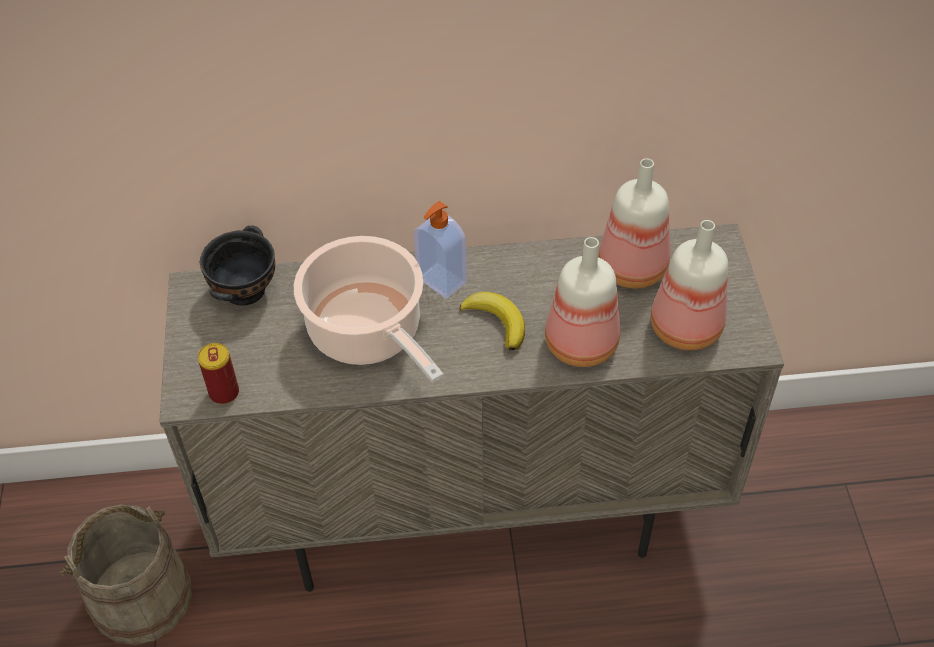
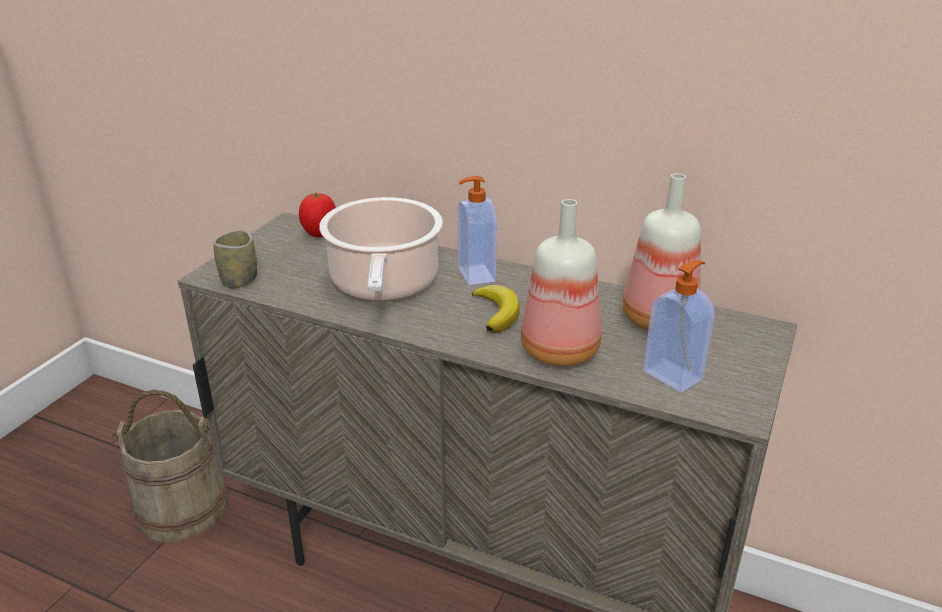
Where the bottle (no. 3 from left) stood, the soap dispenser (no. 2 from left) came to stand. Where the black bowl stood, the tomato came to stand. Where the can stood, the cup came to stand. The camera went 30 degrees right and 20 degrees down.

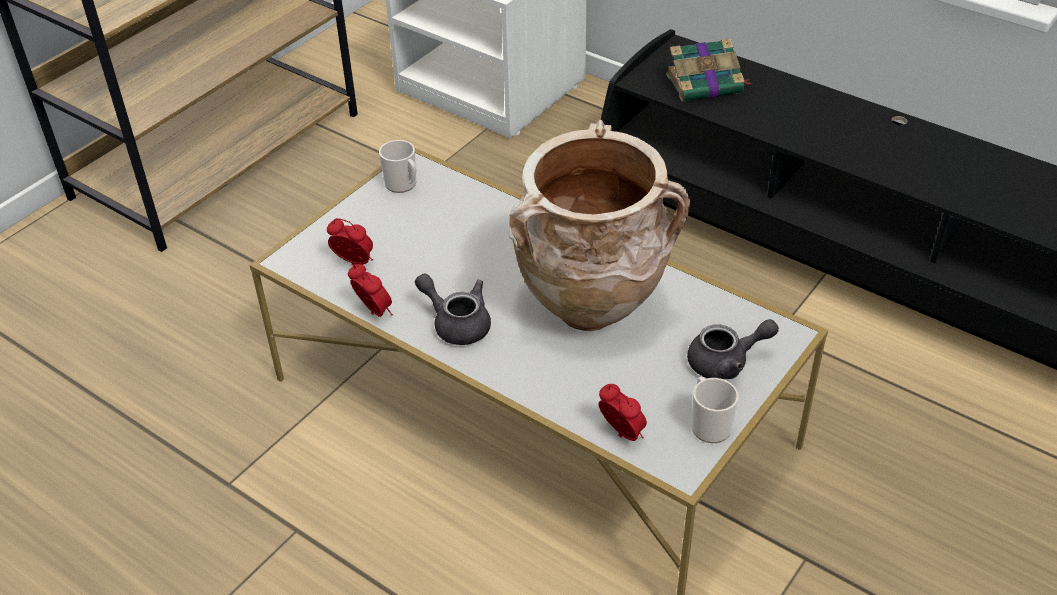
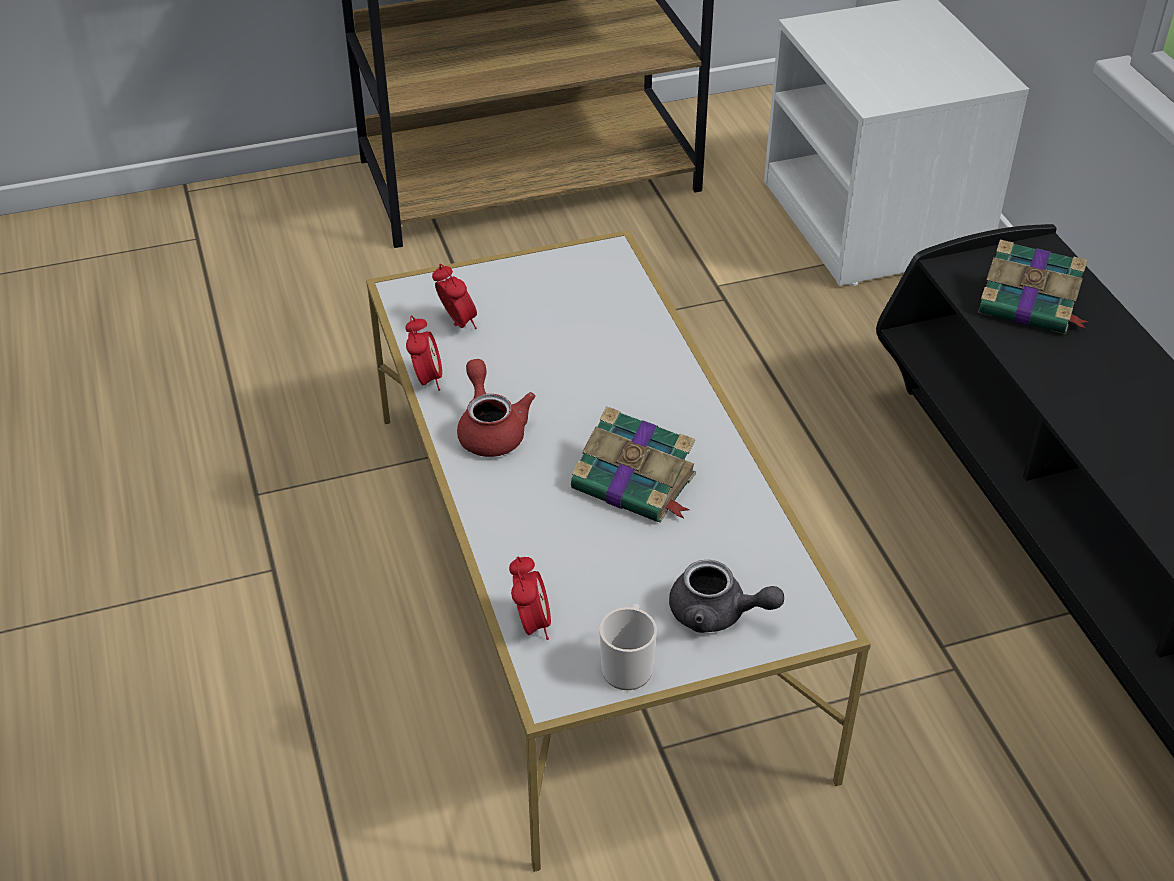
Where the beige vase stood, the book (no. 1 from left) came to stand. The second view lost the mug (no. 1 from left). What was the grey teapot (no. 1 from left) turned into the red teapot. The camera went 35 degrees right and 0 degrees up.

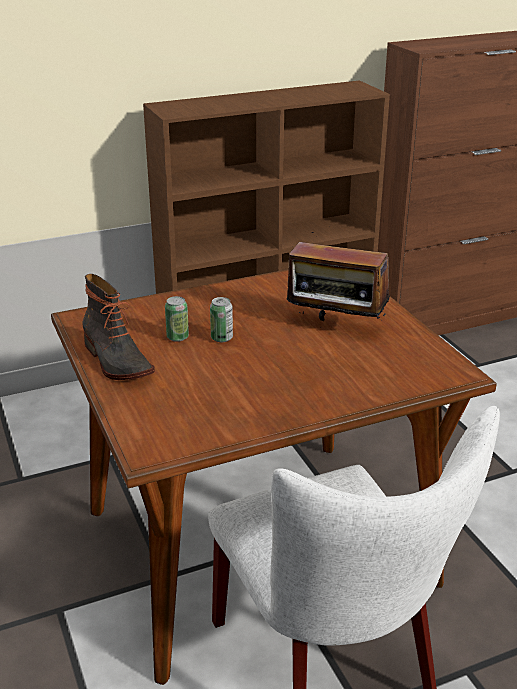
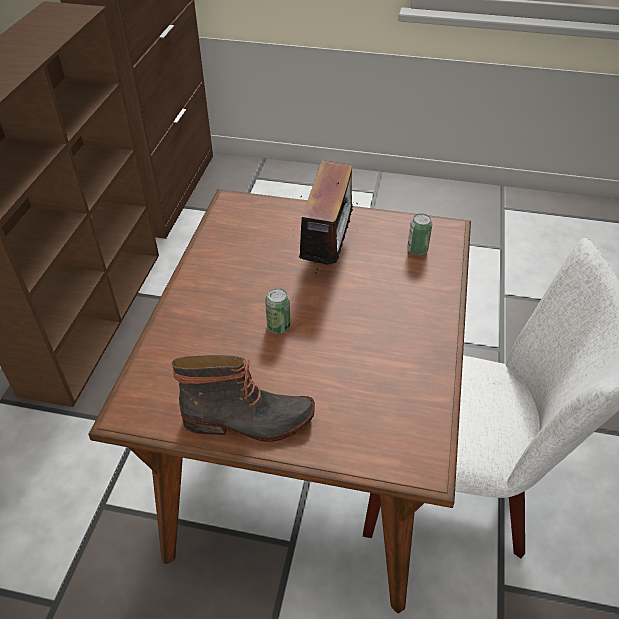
The radio ended up facing another way, 45 degrees counterclockwise from before. The can (no. 1 from left in the first image) ended up elsewhere. The camera went 55 degrees left and 15 degrees up.

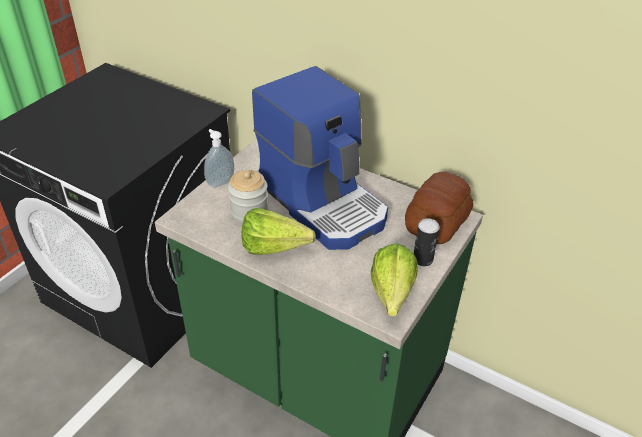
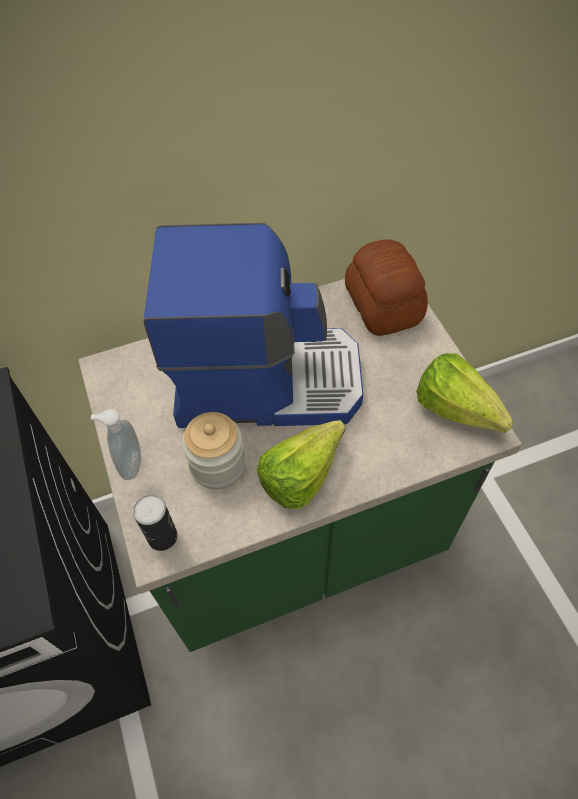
The can ended up elsewhere. The camera went 50 degrees left and 15 degrees up.

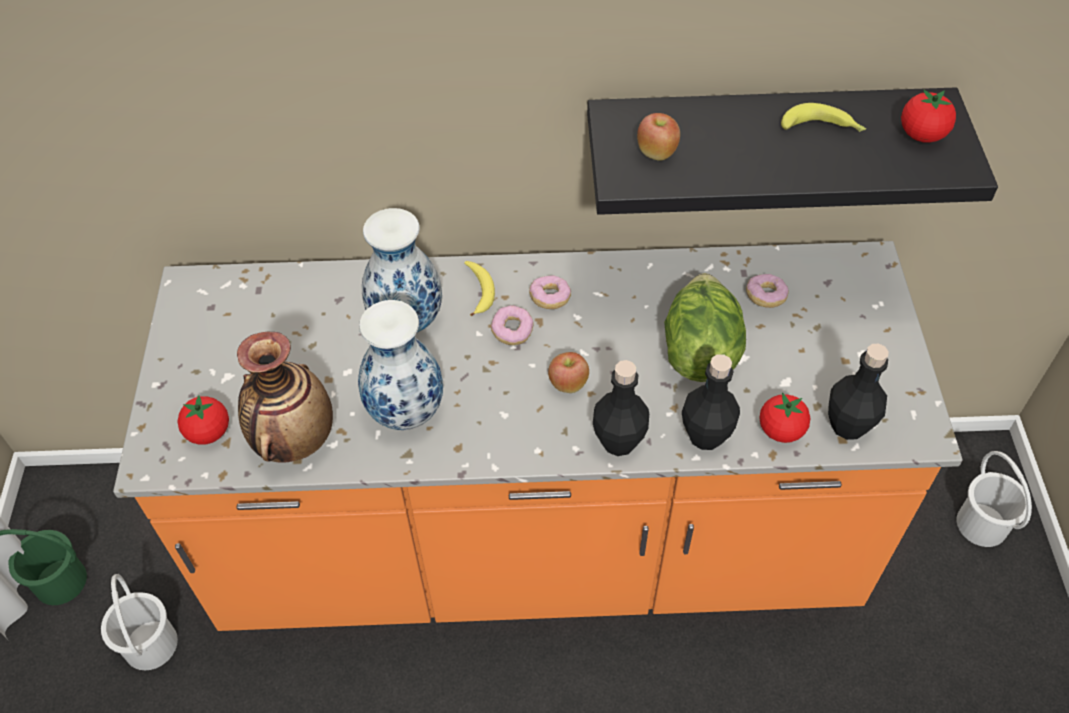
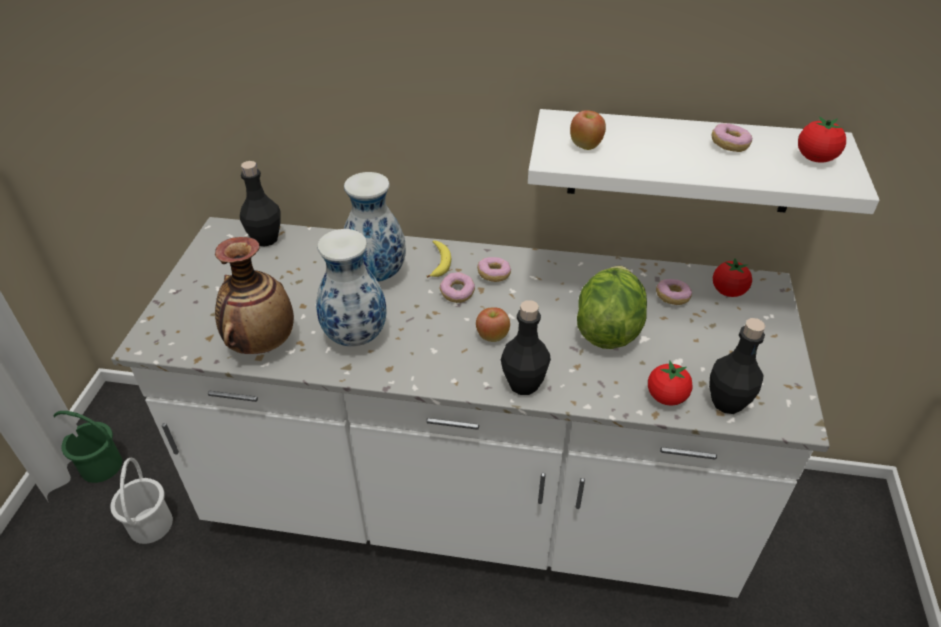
What was the black shelf turned into the white shelf. Where the banana (no. 2 from left) stood, the donut (no. 4 from left) came to stand. What was the orange counter turned into the white counter. The black bottle (no. 2 from left in the first image) ended up elsewhere. The tomato (no. 1 from left in the first image) ended up elsewhere. The second view lost the white bucket (no. 2 from left). The camera went 10 degrees right and 10 degrees down.

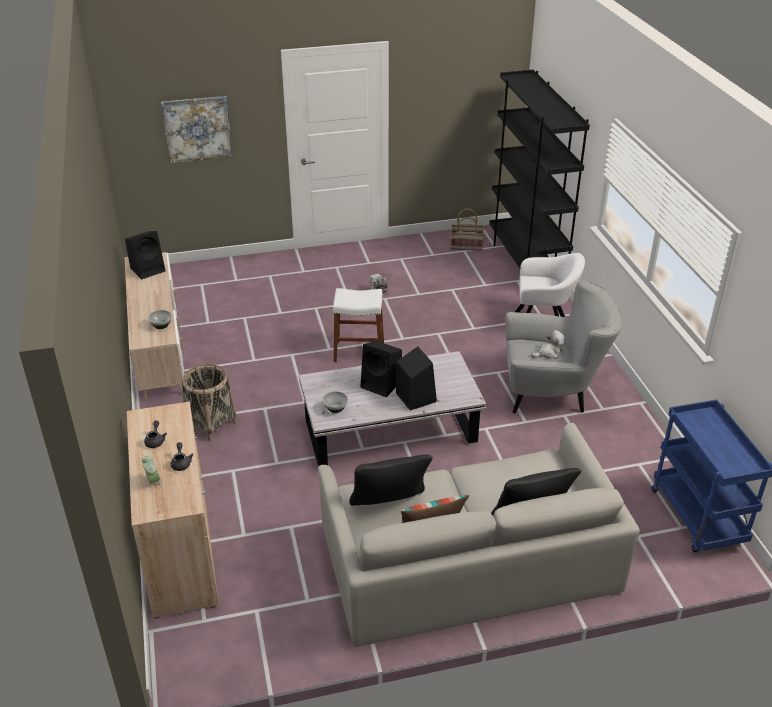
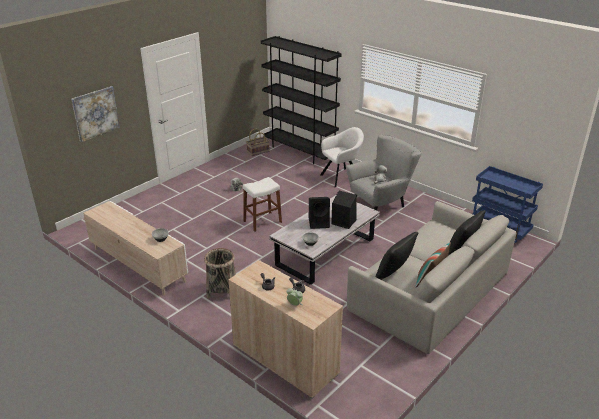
The second view lost the black speaker (no. 1 from left). The camera went 35 degrees left and 5 degrees down.

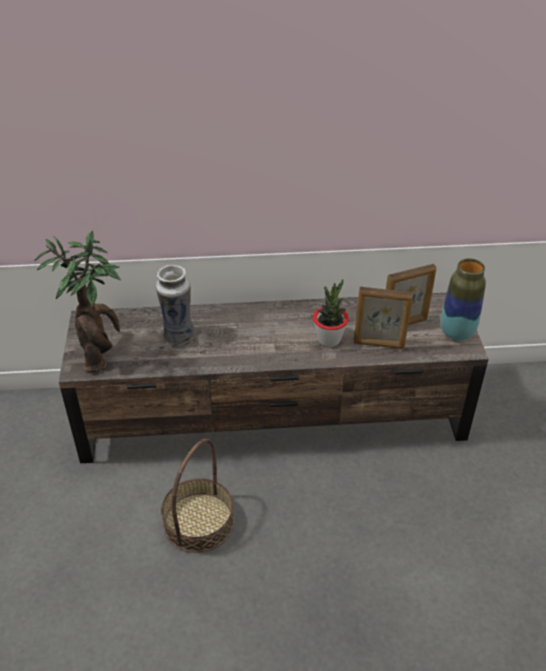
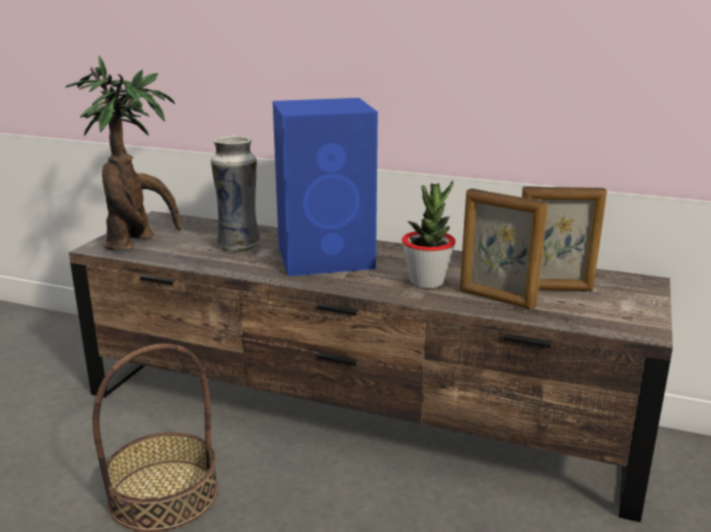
The second view lost the vase (no. 2 from left). The second view gained the blue speaker. The camera went 25 degrees right and 20 degrees down.

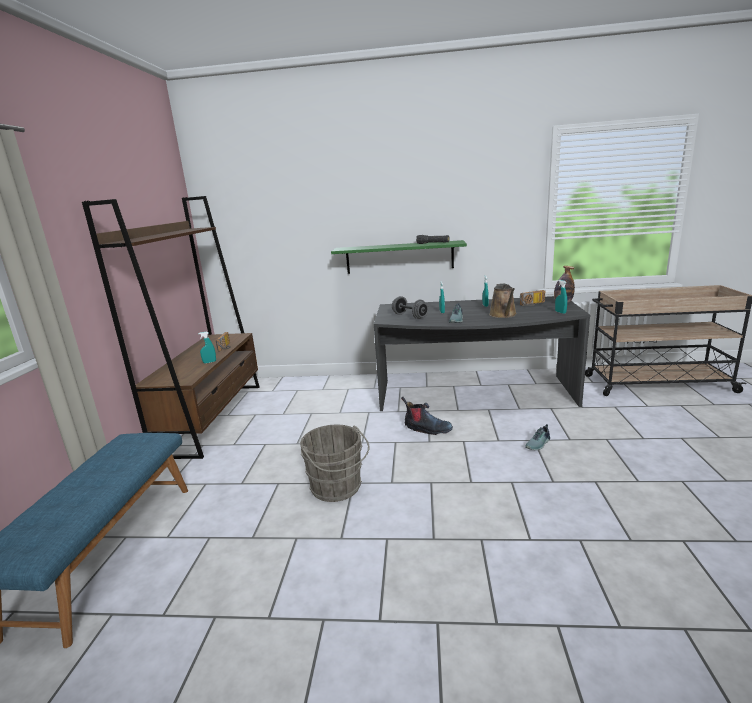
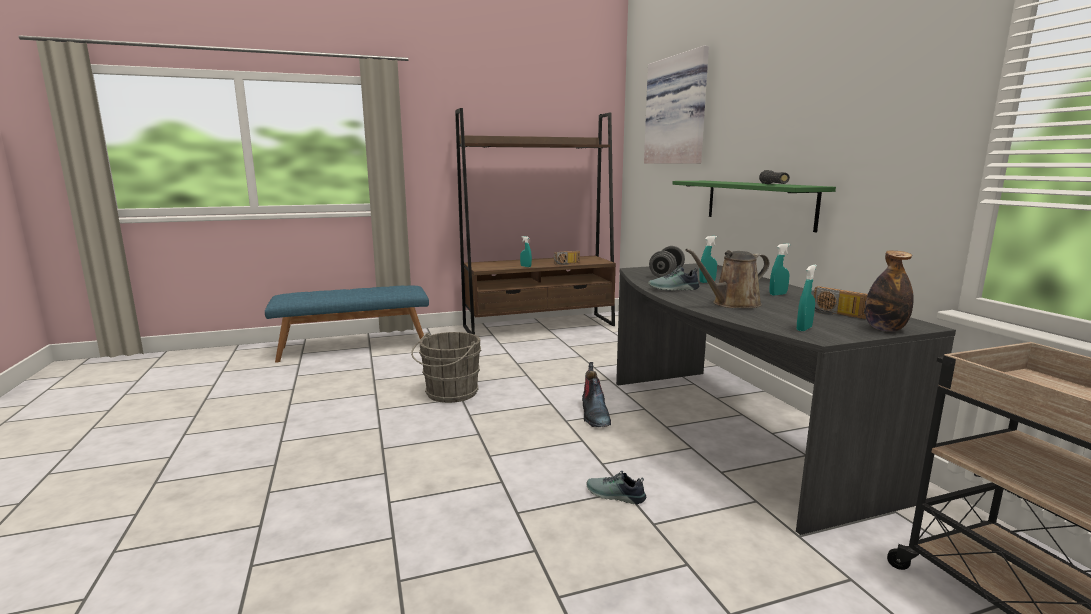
The second view gained the picture. The camera went 65 degrees right and 5 degrees down.

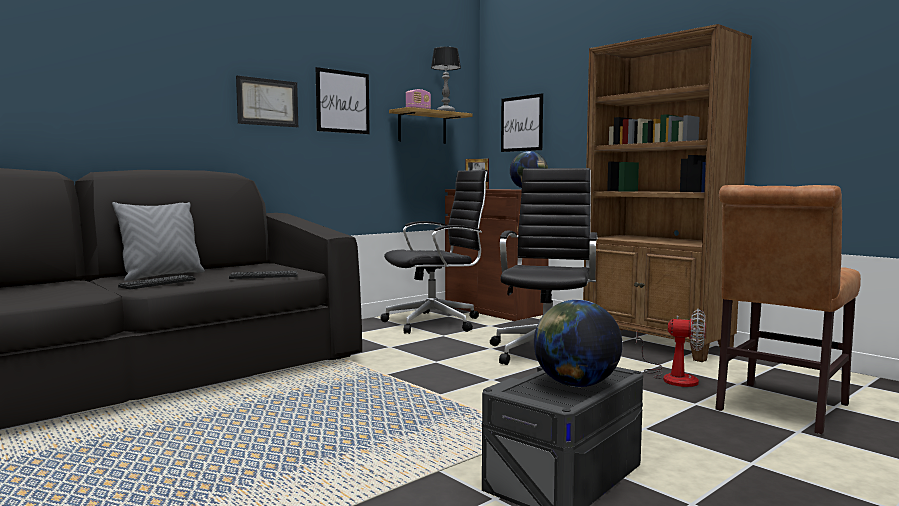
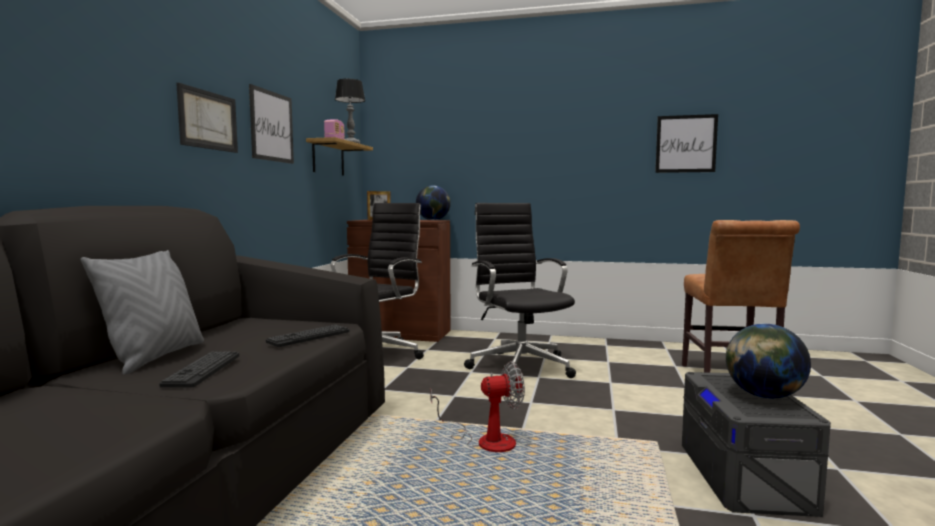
The second view lost the brown bookcase. The picture (no. 3 from left) ended up elsewhere. The fan ended up elsewhere. The camera went 35 degrees left and 0 degrees up.

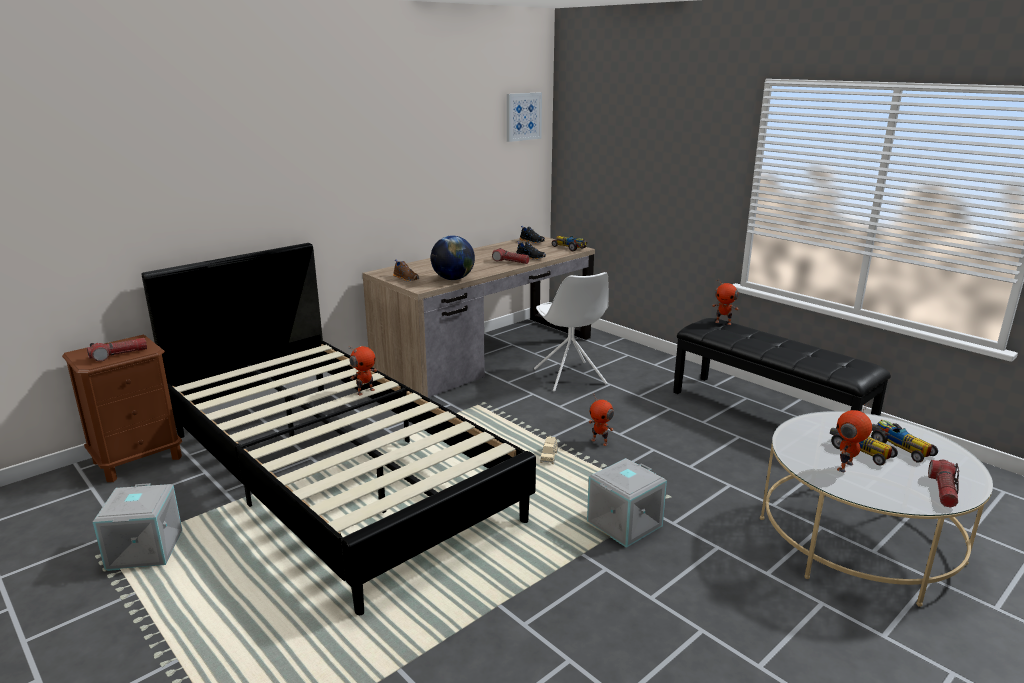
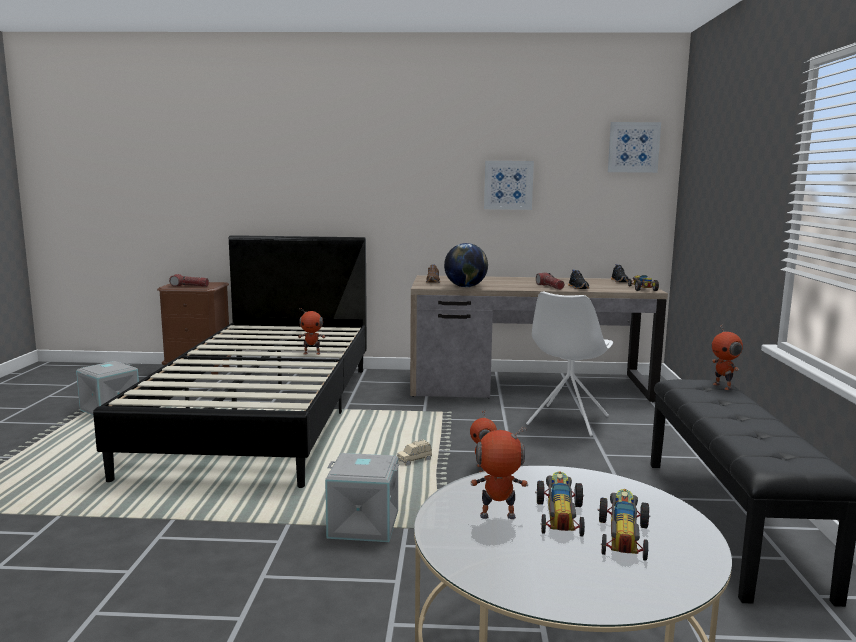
The second view lost the flashlight (no. 3 from left). The second view gained the picture (no. 1 from left). The camera went 45 degrees right and 10 degrees down.

